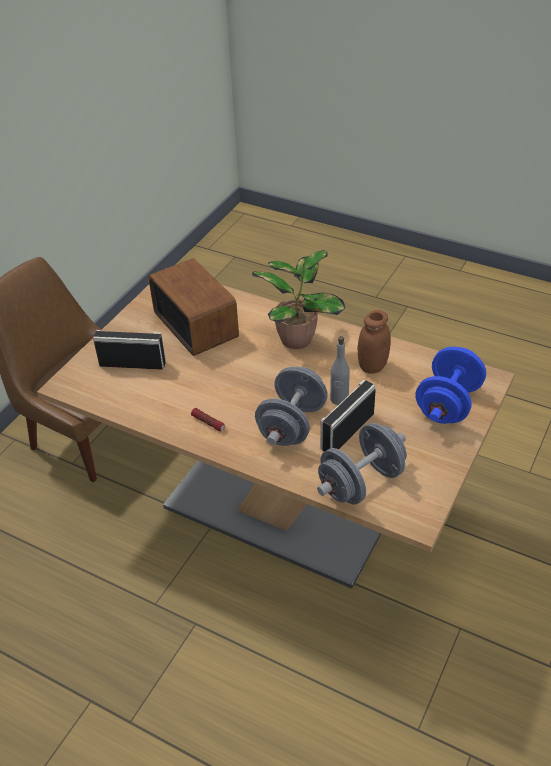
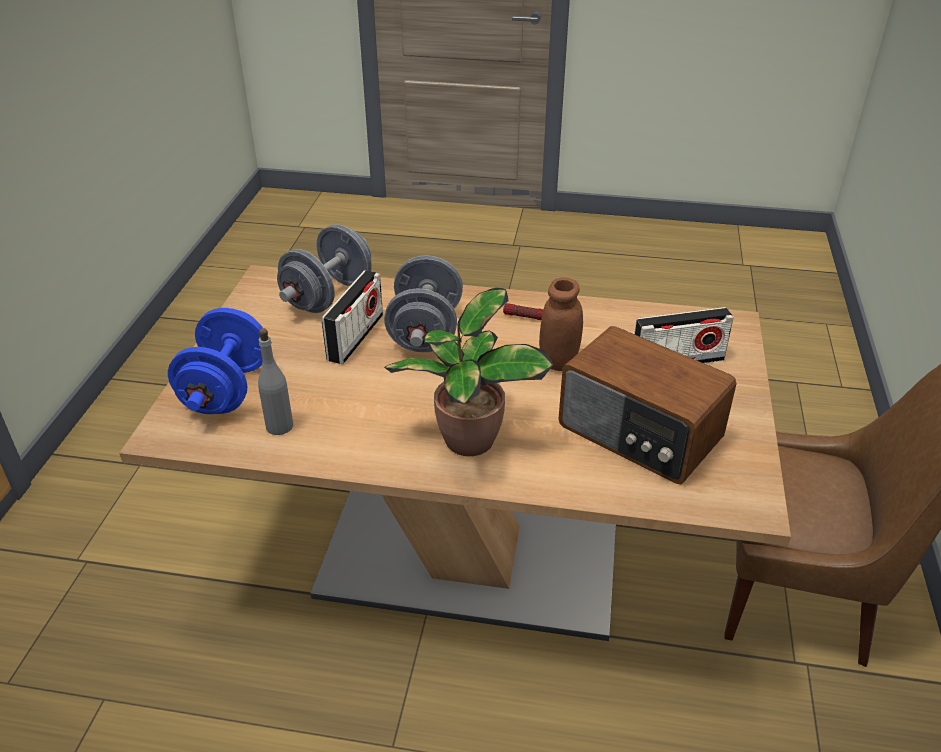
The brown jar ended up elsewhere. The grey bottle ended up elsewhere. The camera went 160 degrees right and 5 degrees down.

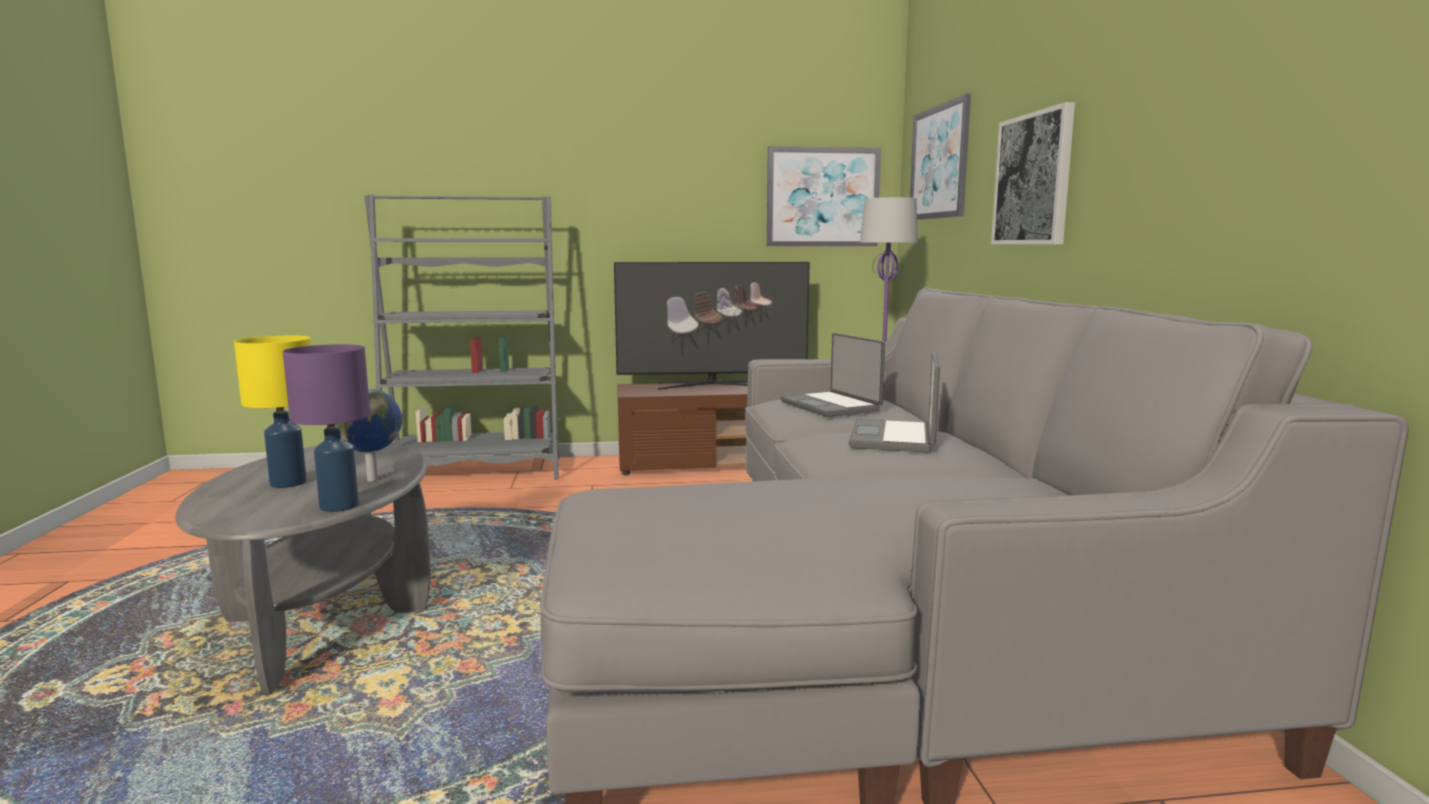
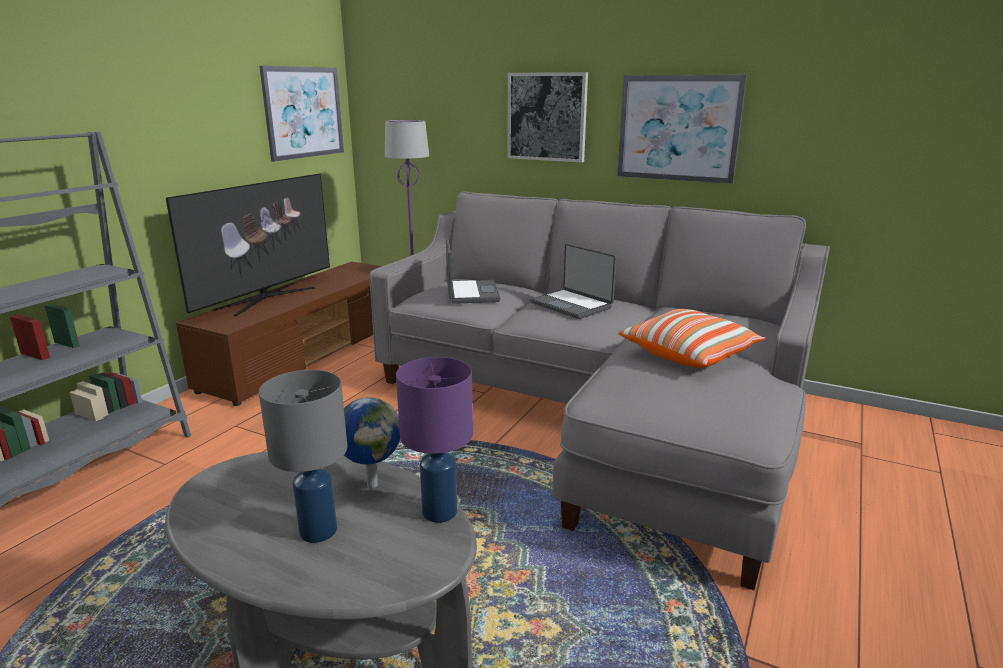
The picture (no. 2 from left in the first image) ended up elsewhere. The laptop (no. 1 from left) ended up facing another way, 105 degrees counterclockwise from before. What was the yellow table lamp turned into the grey table lamp. The second view gained the pillow. The camera went 55 degrees left and 10 degrees up.

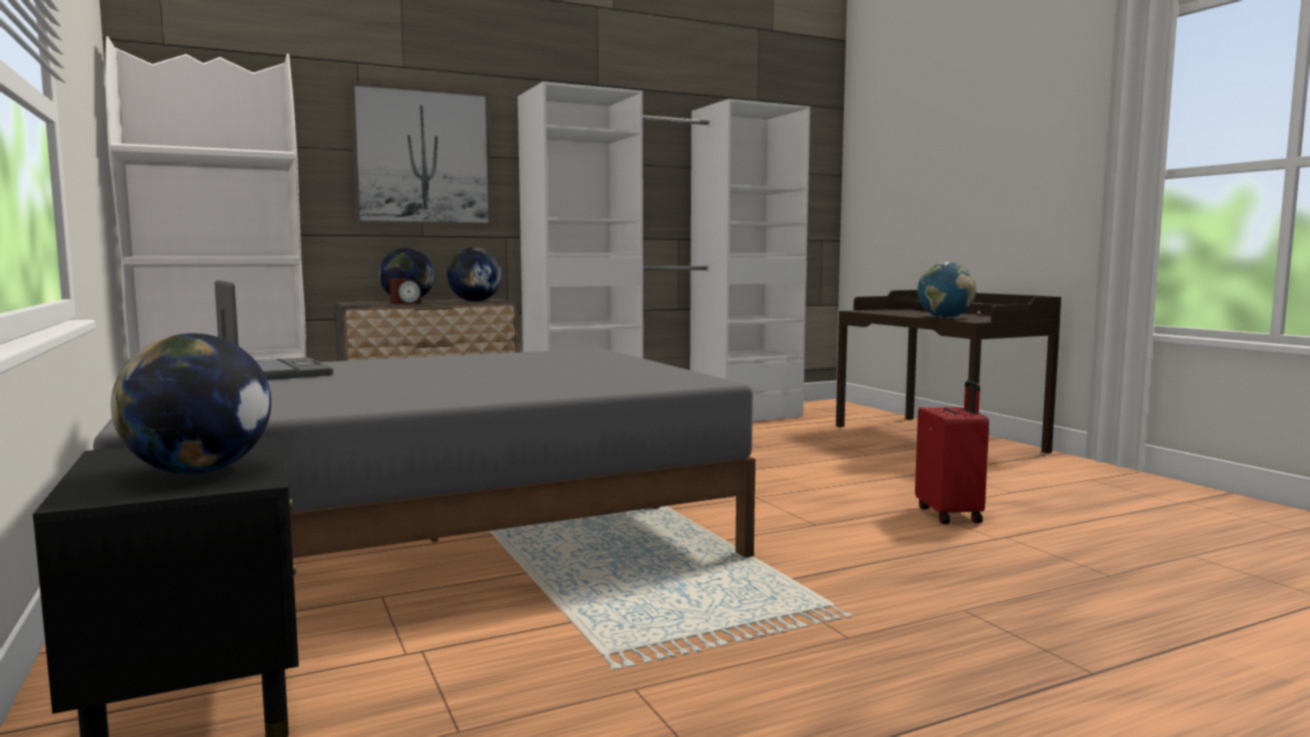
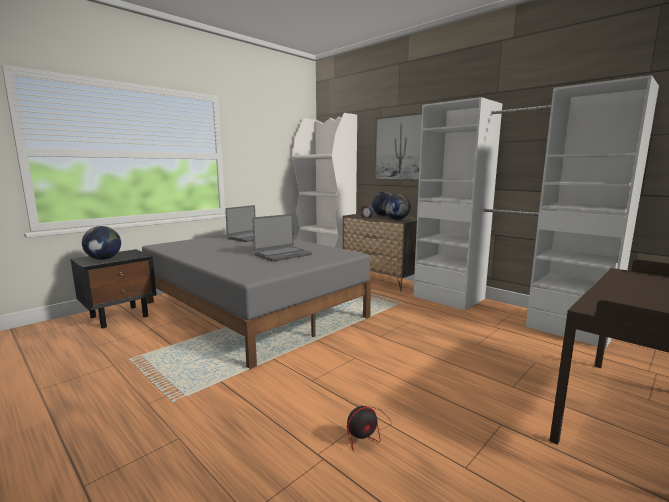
The second view lost the globe (no. 4 from left). Where the red suitcase stood, the fan came to stand. The second view gained the laptop (no. 2 from left). The camera went 70 degrees right and 5 degrees up.

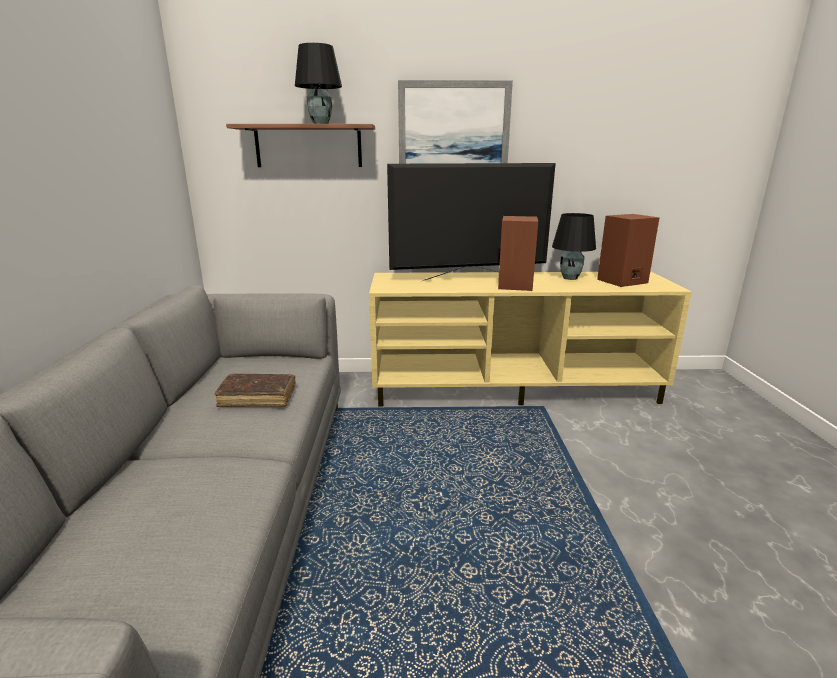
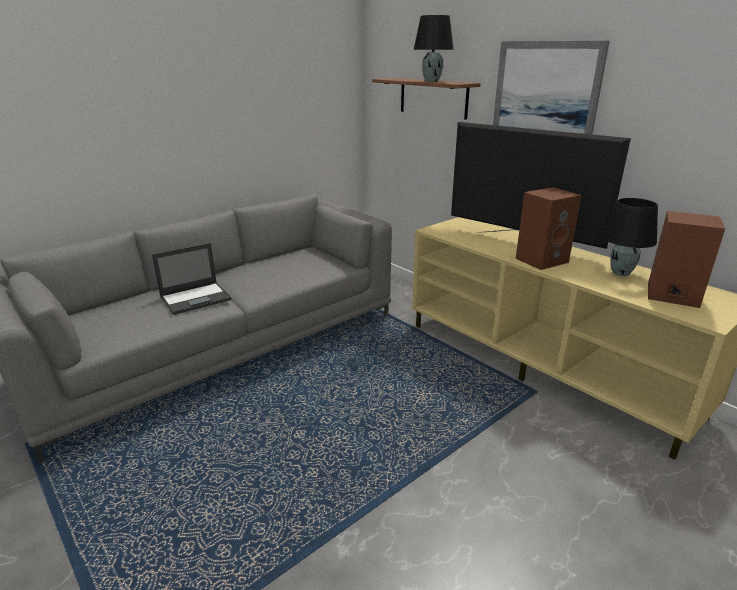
The second view lost the brown book. The second view gained the laptop. The camera went 50 degrees right and 5 degrees up.

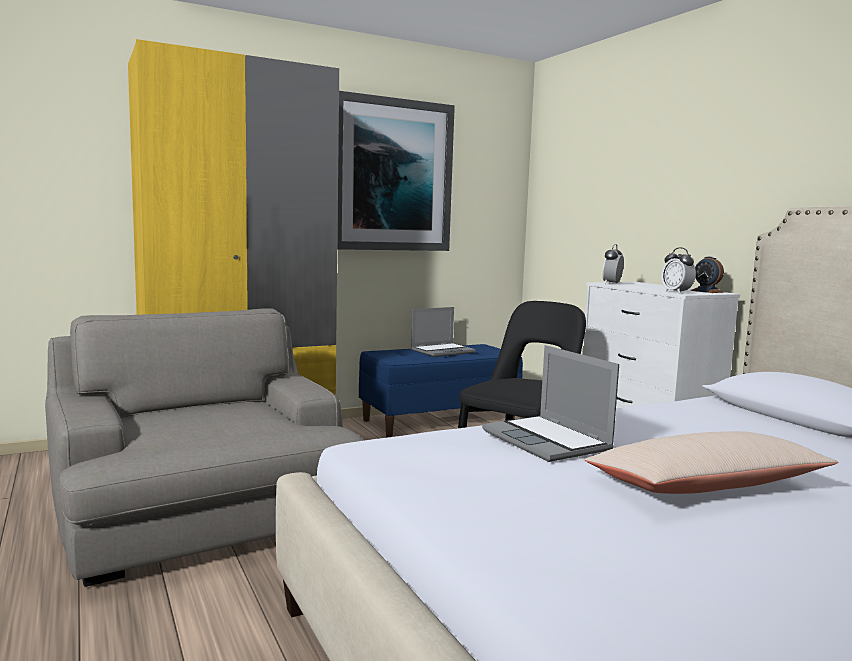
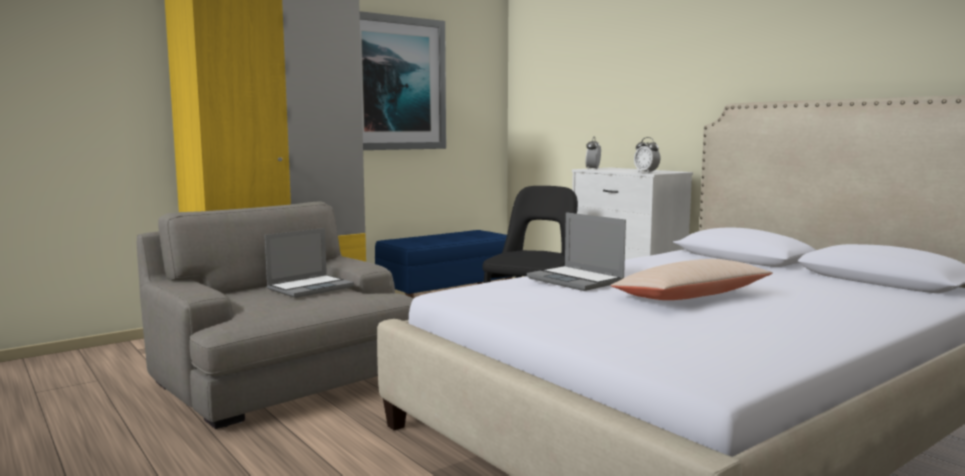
The second view lost the alarm clock (no. 3 from left). The laptop (no. 1 from left) ended up elsewhere. The camera went 10 degrees left and 0 degrees up.

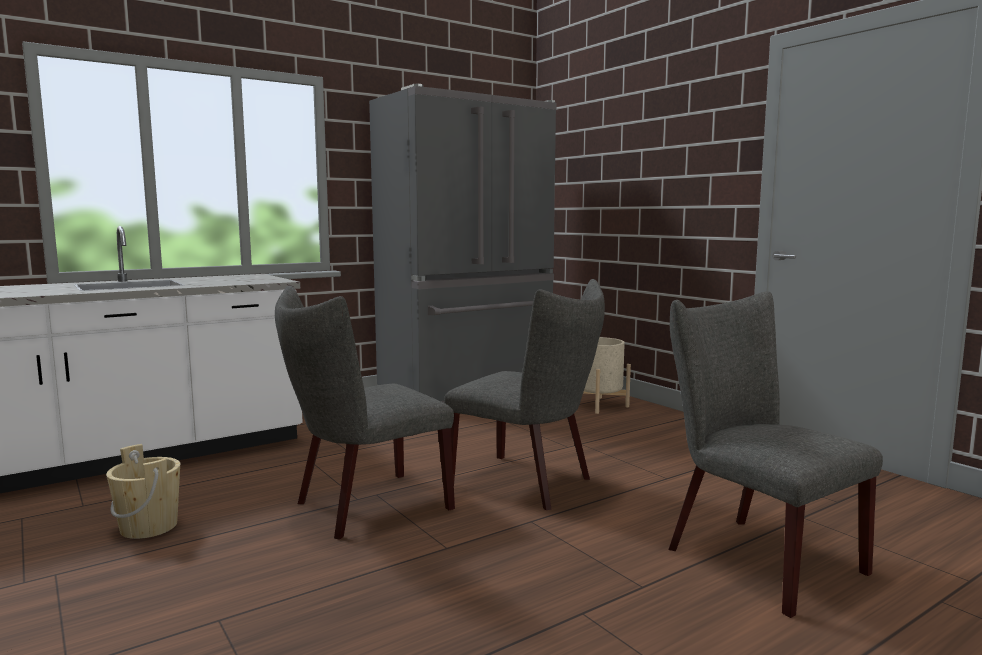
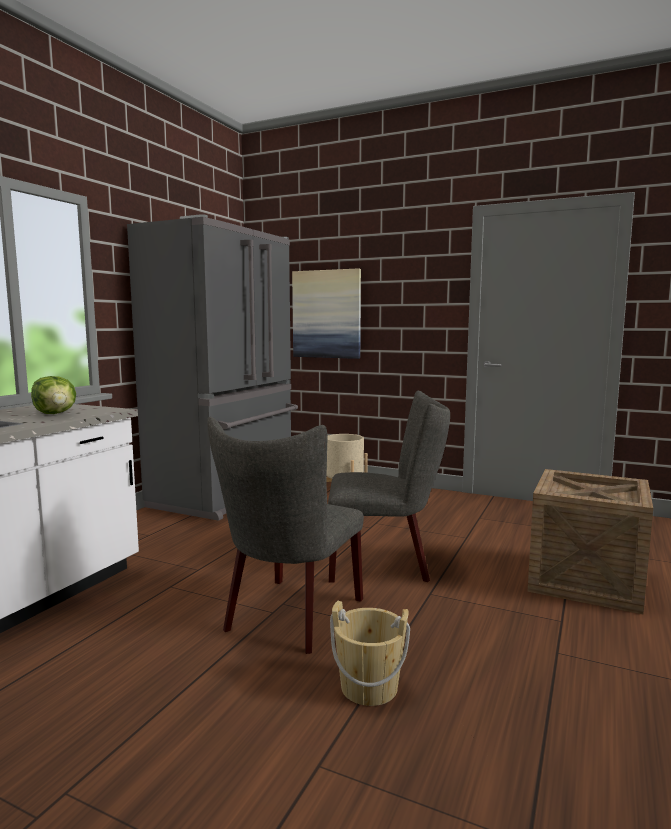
Where the grey chair (no. 3 from left) stood, the crate came to stand. The beige bucket ended up elsewhere. The second view gained the picture. The second view gained the lettuce. The camera went 30 degrees left and 0 degrees up.

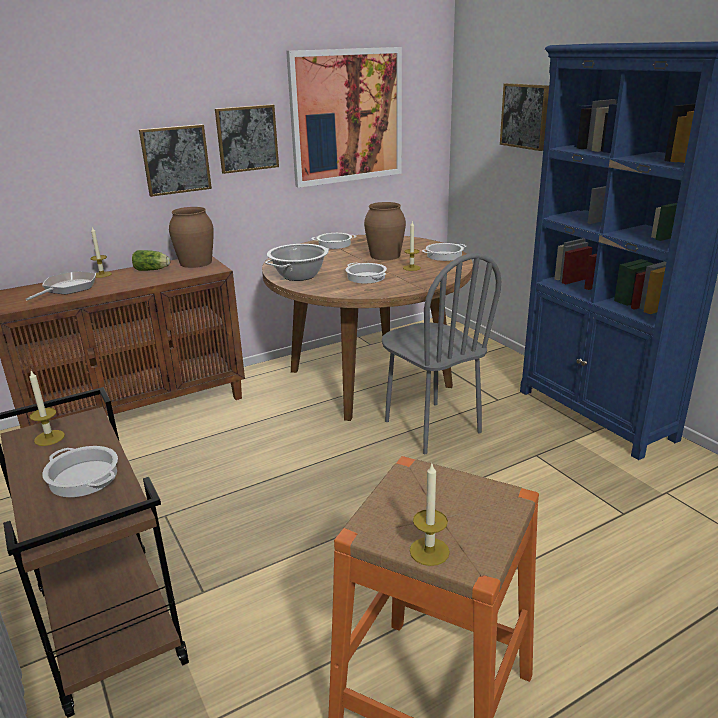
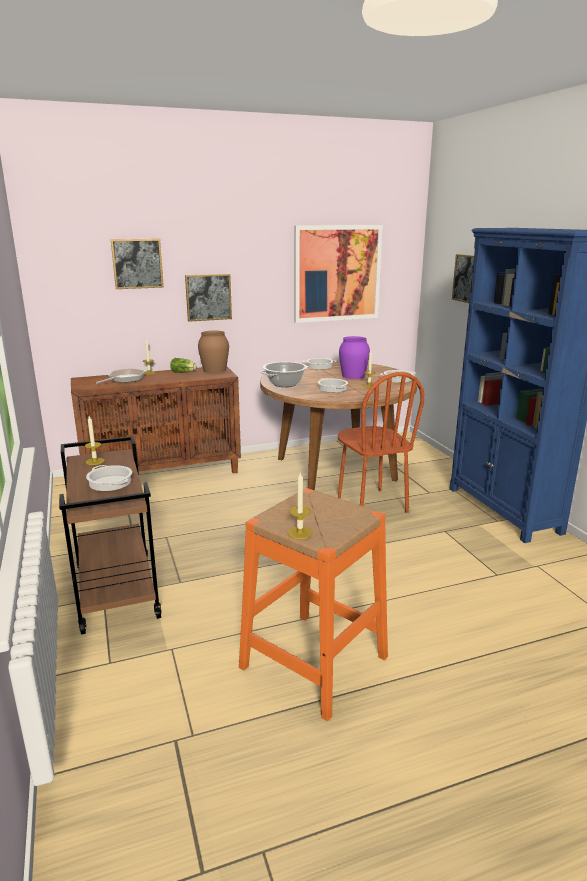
The picture (no. 2 from left in the first image) ended up elsewhere. What was the brown vase (no. 2 from left) turned into the purple vase. What was the grey chair turned into the brown chair. The camera went 10 degrees right and 5 degrees down.

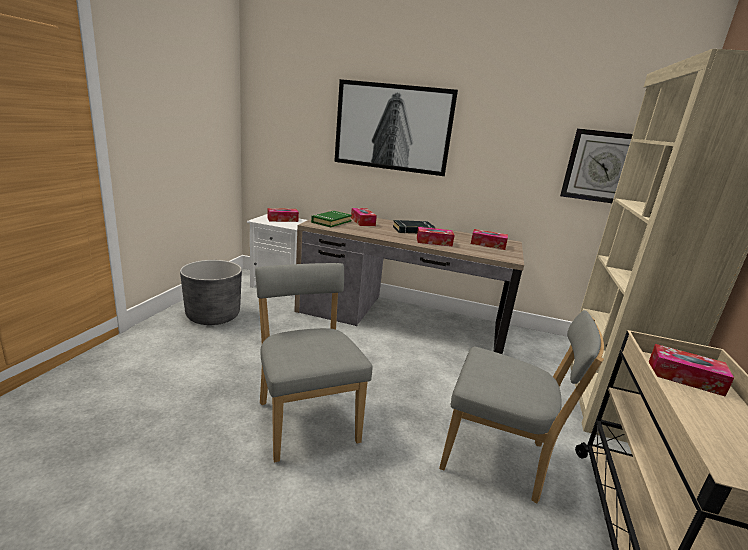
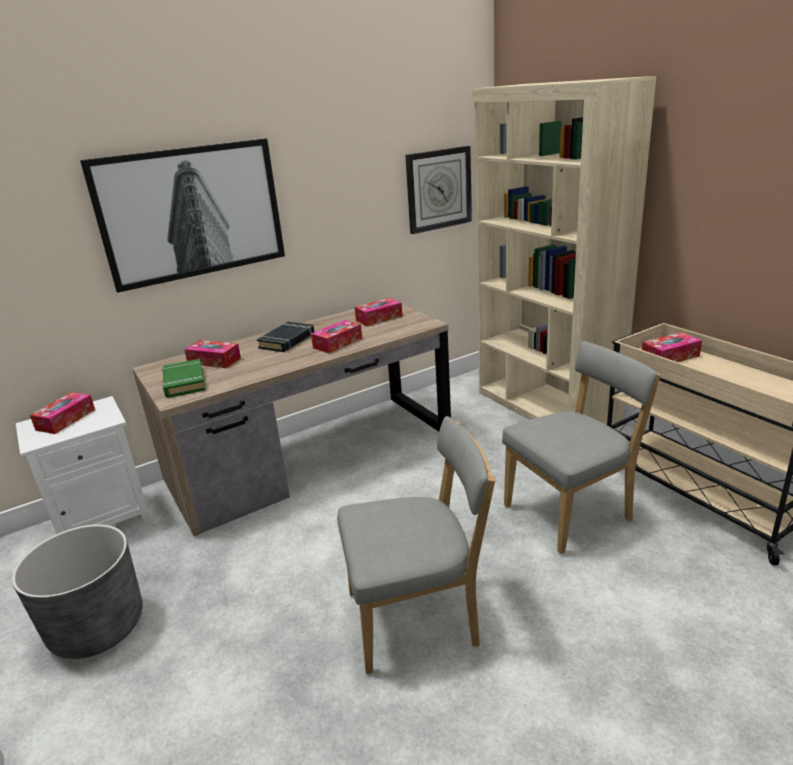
The grey chair (no. 1 from left) ended up facing another way, 150 degrees clockwise from before. The camera went 45 degrees left and 5 degrees up.

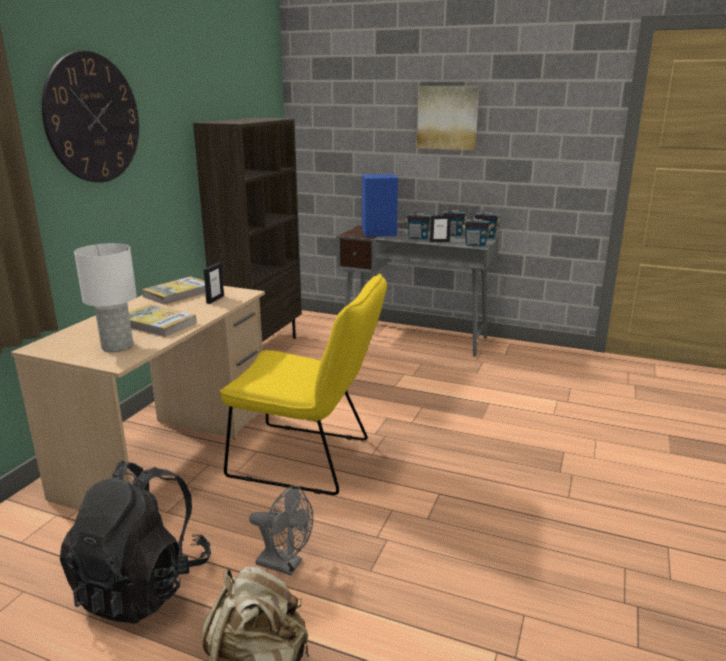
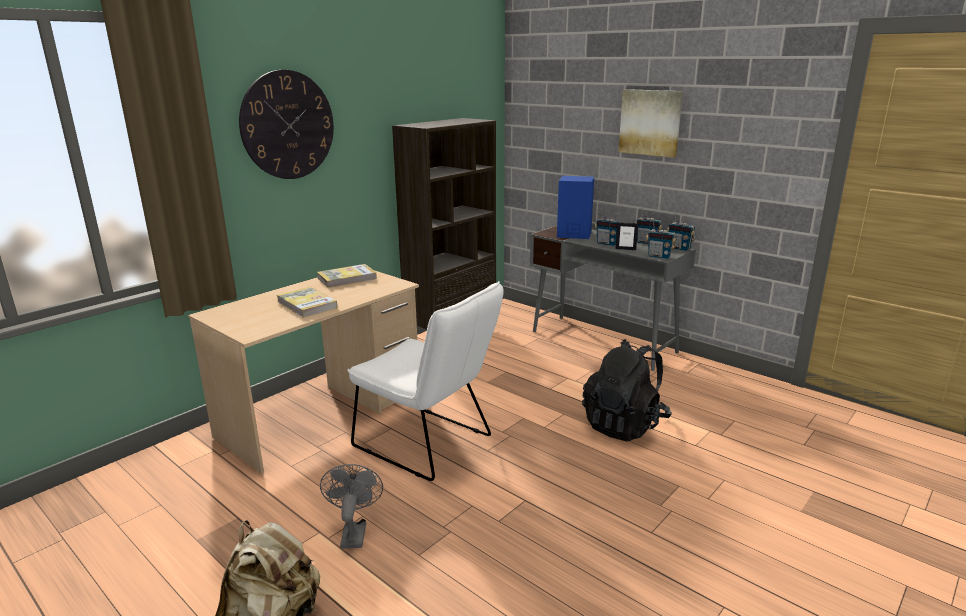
The second view lost the white table lamp. The second view lost the picture frame (no. 1 from left). What was the yellow chair turned into the white chair. The black backpack ended up elsewhere. The grey fan ended up facing another way, 135 degrees counterclockwise from before. The camera went 20 degrees right and 0 degrees up.

